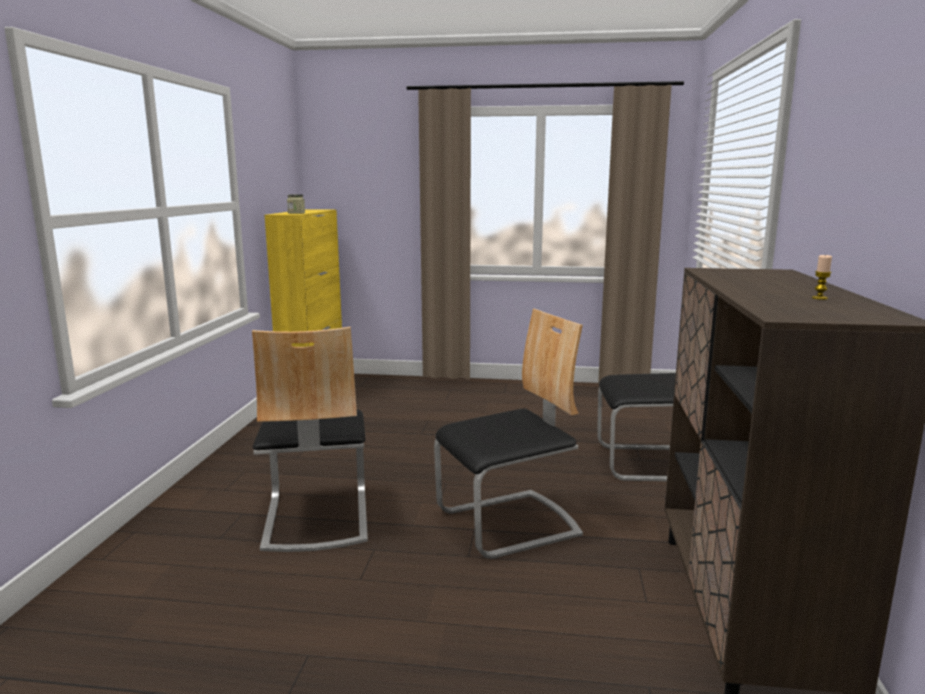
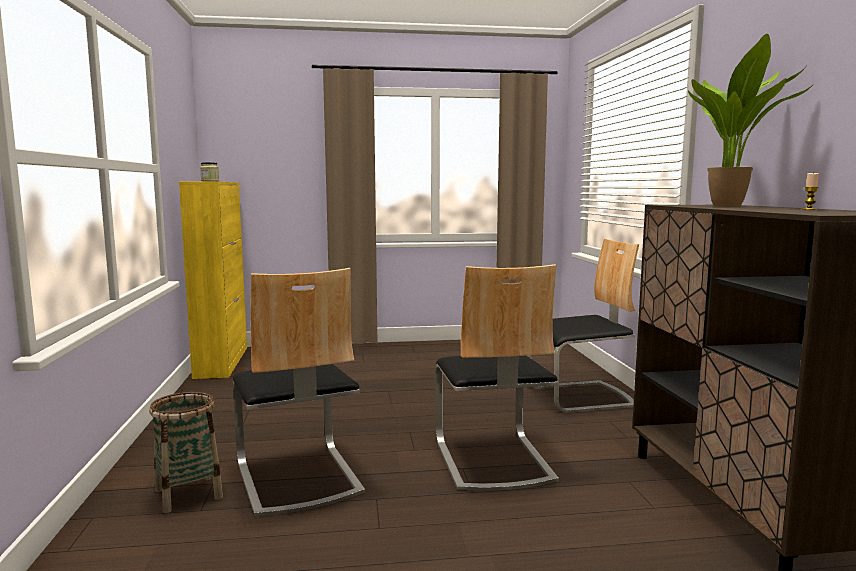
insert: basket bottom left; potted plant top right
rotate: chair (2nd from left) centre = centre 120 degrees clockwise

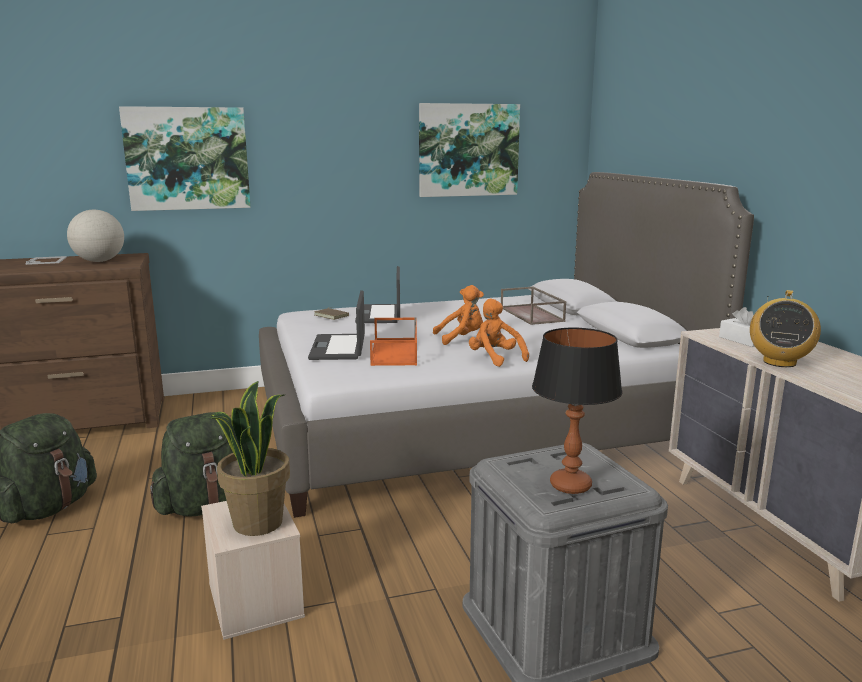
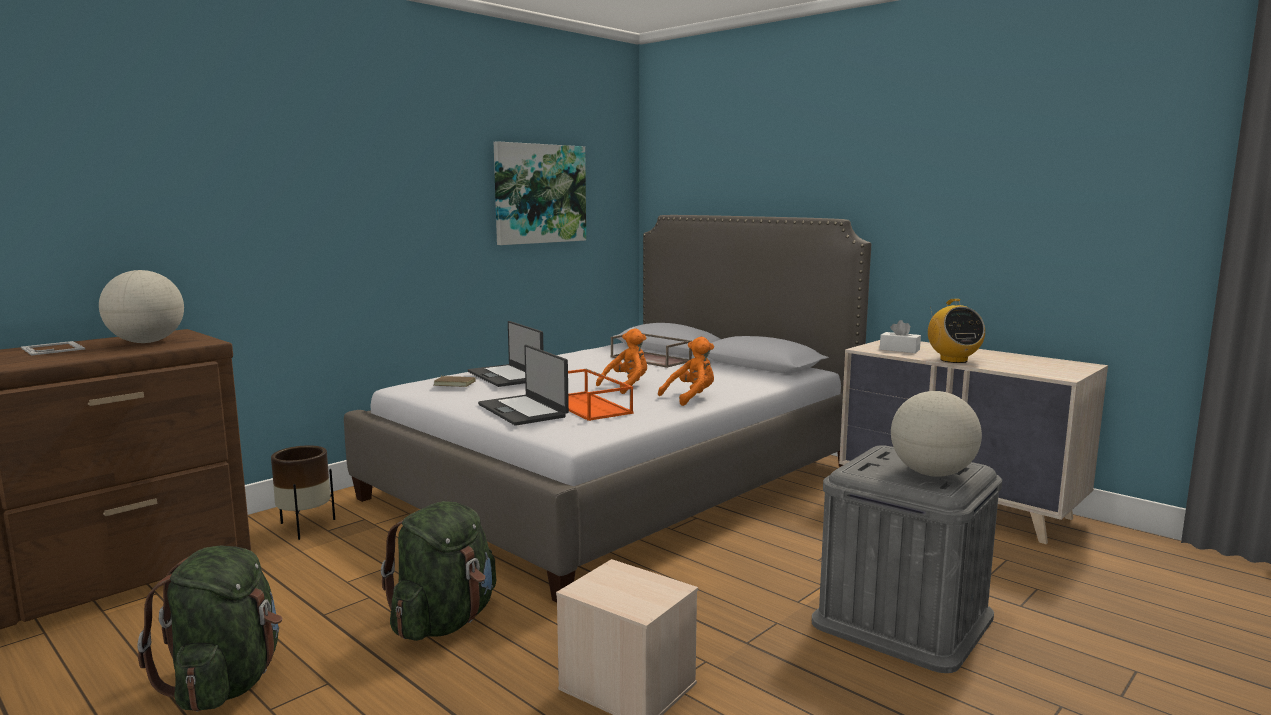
delete: picture (1st from left) top left; potted plant bottom left
insert: planter in brown bottom left
replace: table lamp middle right to globe (2nd from left) middle right
rotate: plush toy in orange (2nd from left) centre = centre 120 degrees clockwise

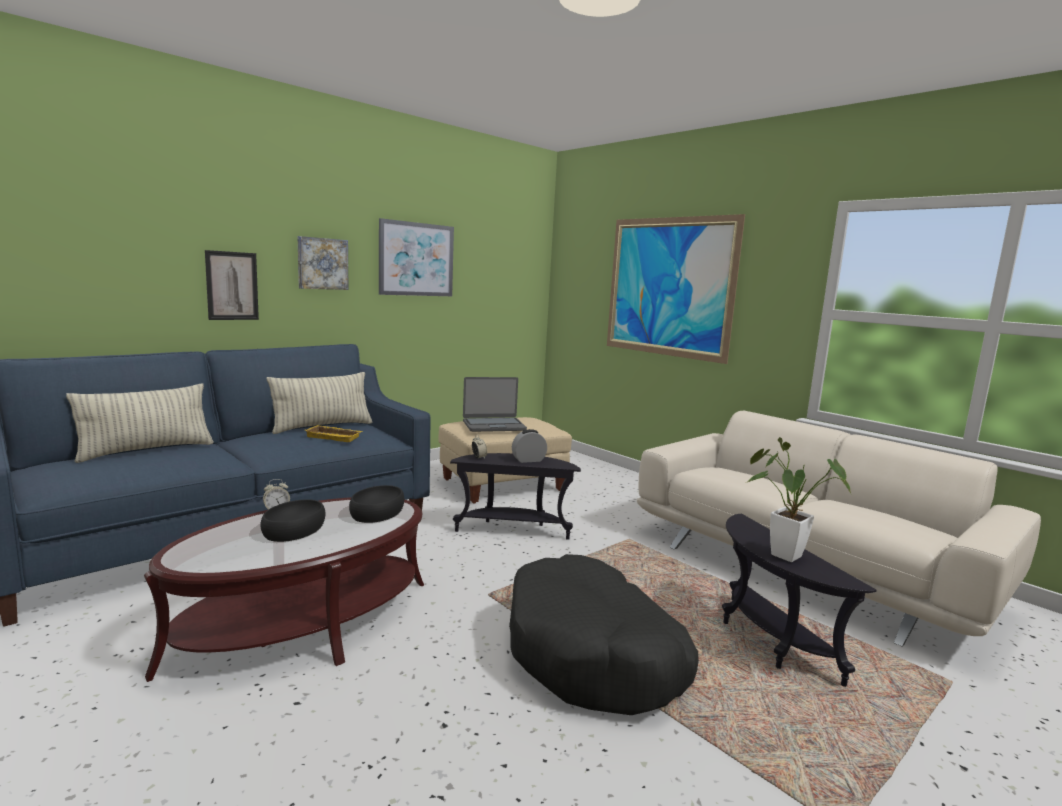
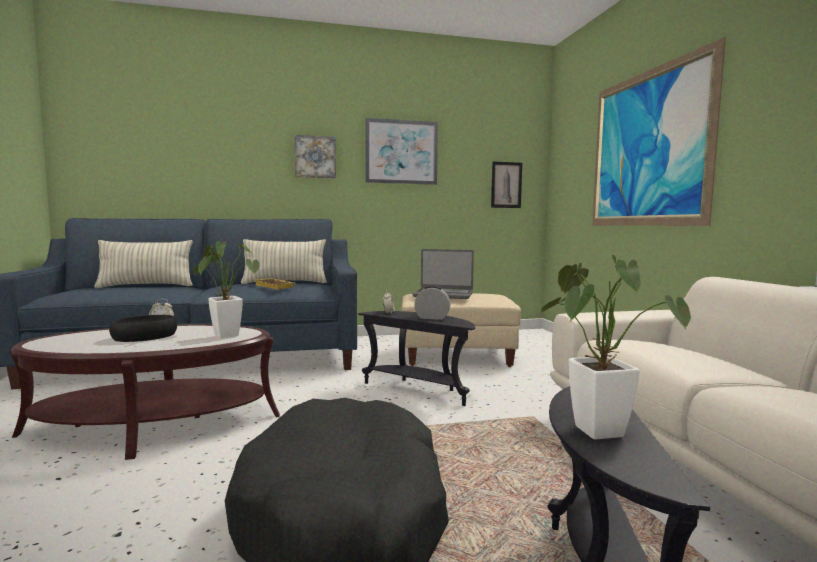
move: picture (1st from left in the first image) middle left to picture (3rd from left) top centre
replace: bowl in black (2nd from left) centre to potted plant (1st from left) middle left

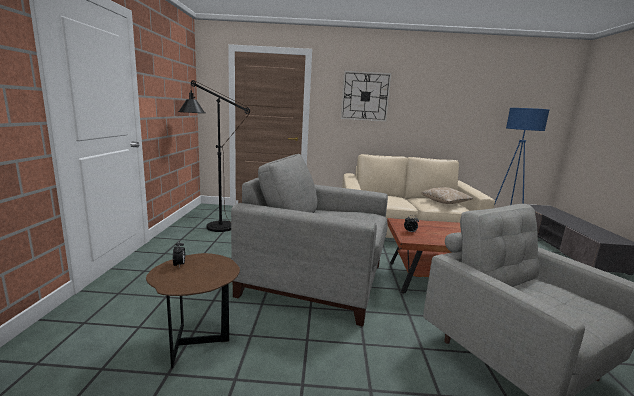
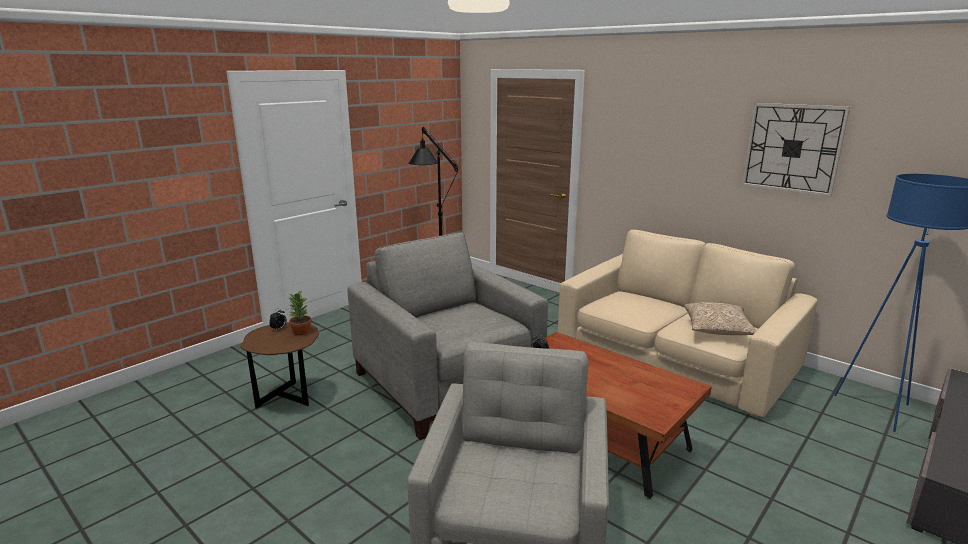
insert: potted plant middle left
move: wall clock top centre to top right

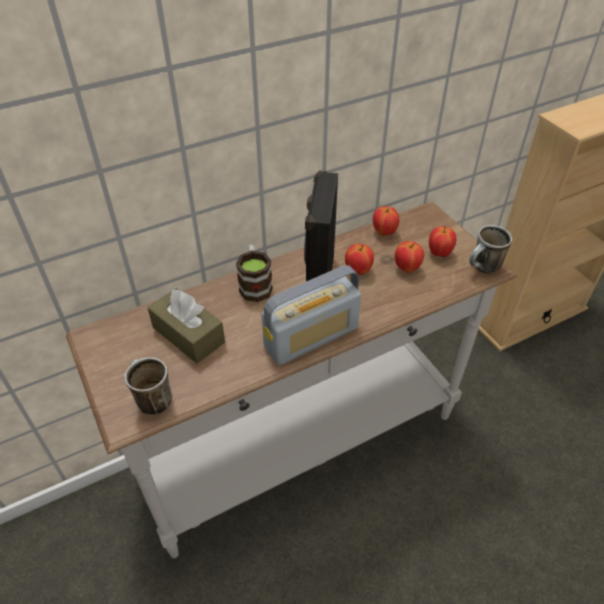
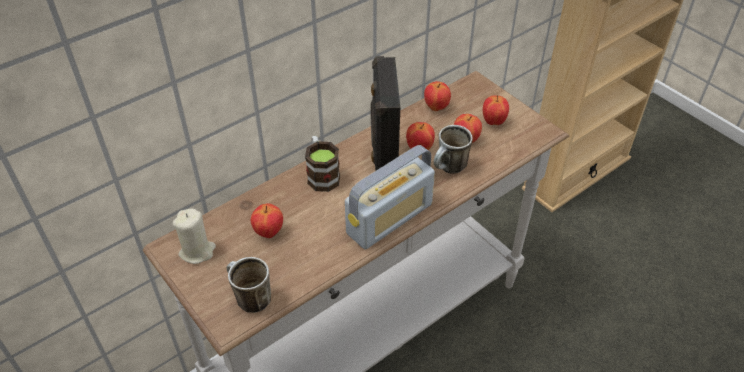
insert: candle in beige middle left
move: mug (3rd from left) middle right to centre
replace: tissue box in brown middle left to apple (1st from left) centre

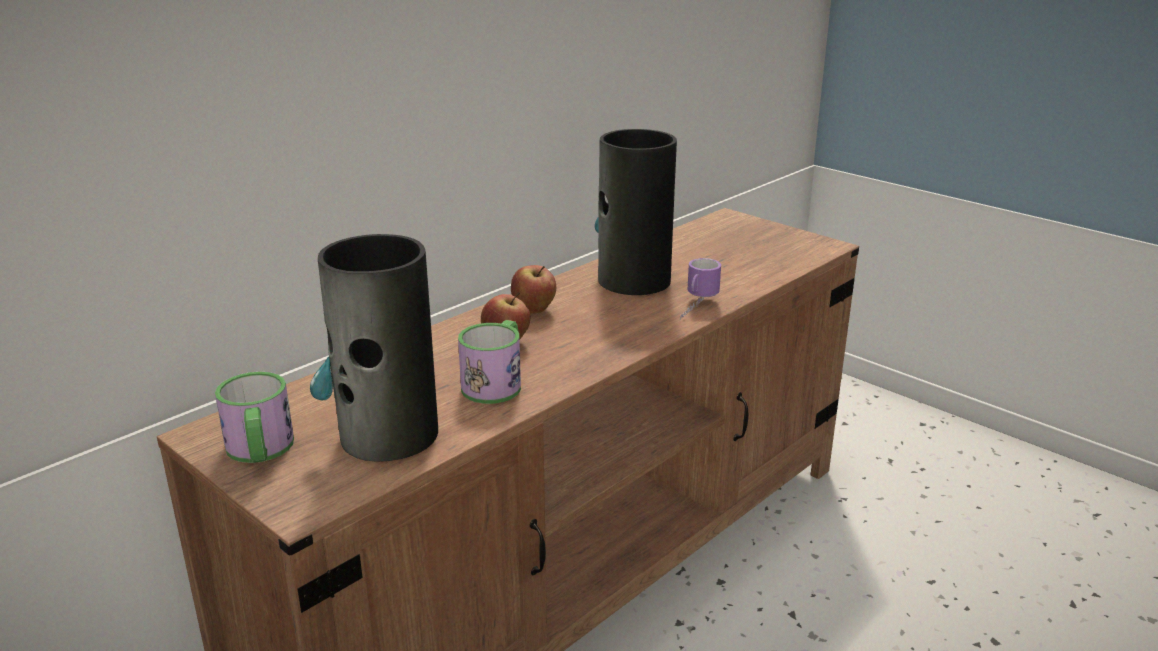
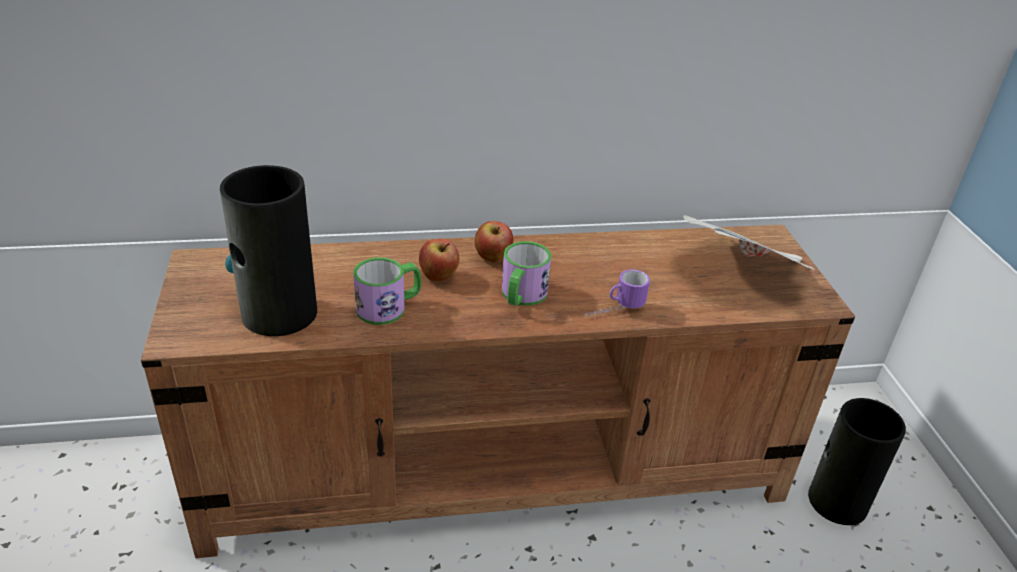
insert: newspaper middle right
move: mug (1st from left in the first image) middle left to mug (2nd from left) centre; vase (2nd from left) top centre to bottom right

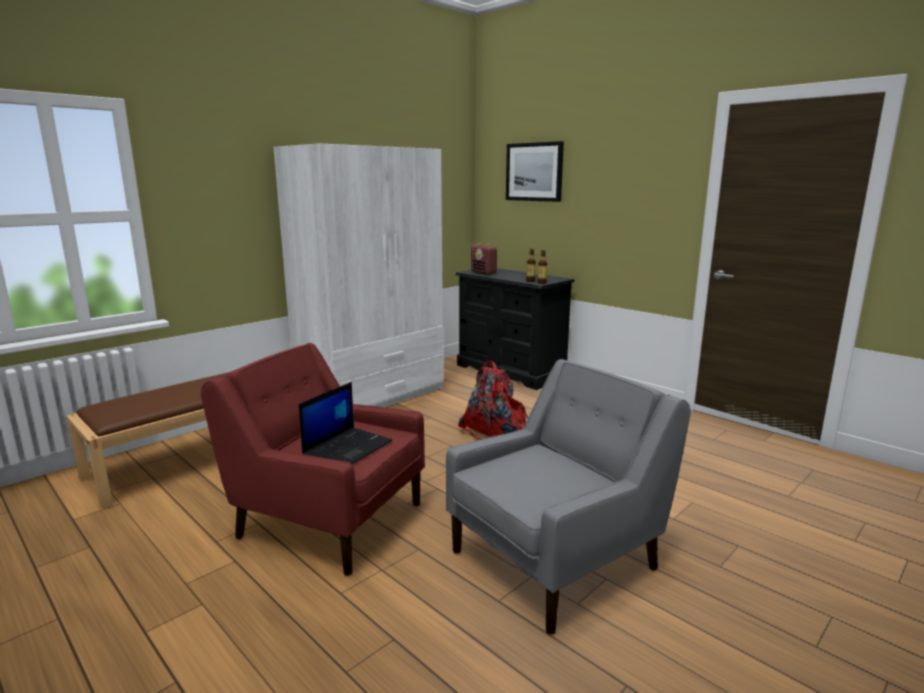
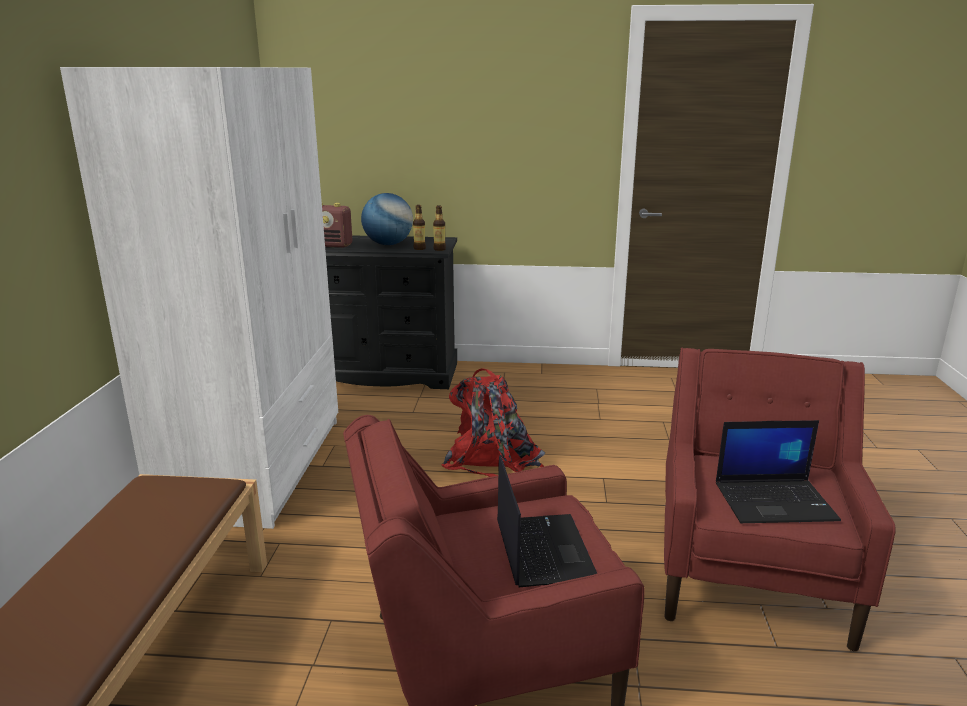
delete: picture top centre
insert: globe top centre; laptop (2nd from left) bottom right
recolor: armchair in grey bottom centre to armchair in red (2nd from left) bottom right

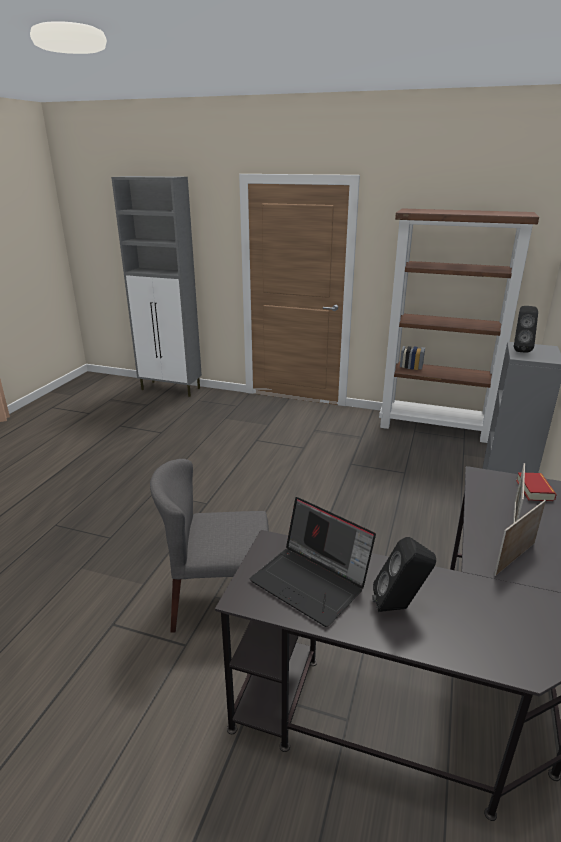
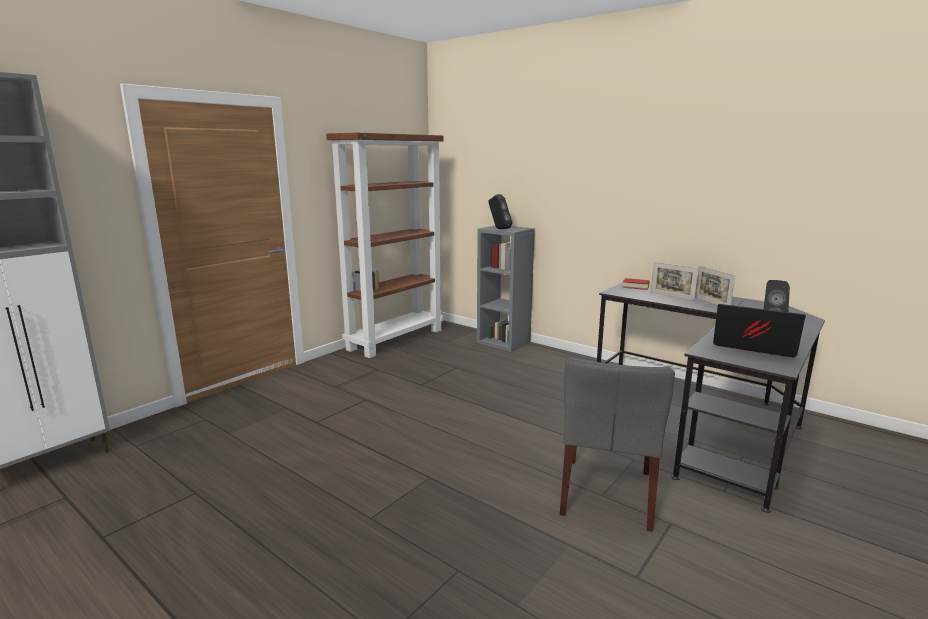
rotate: laptop bottom centre = middle right 120 degrees counterclockwise

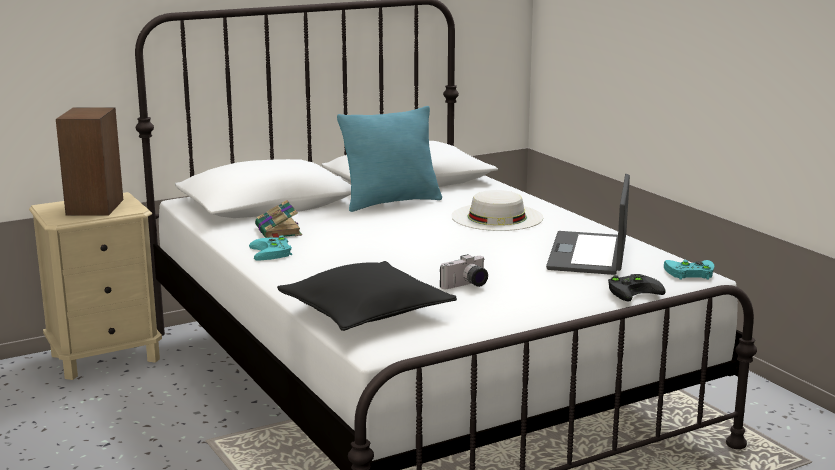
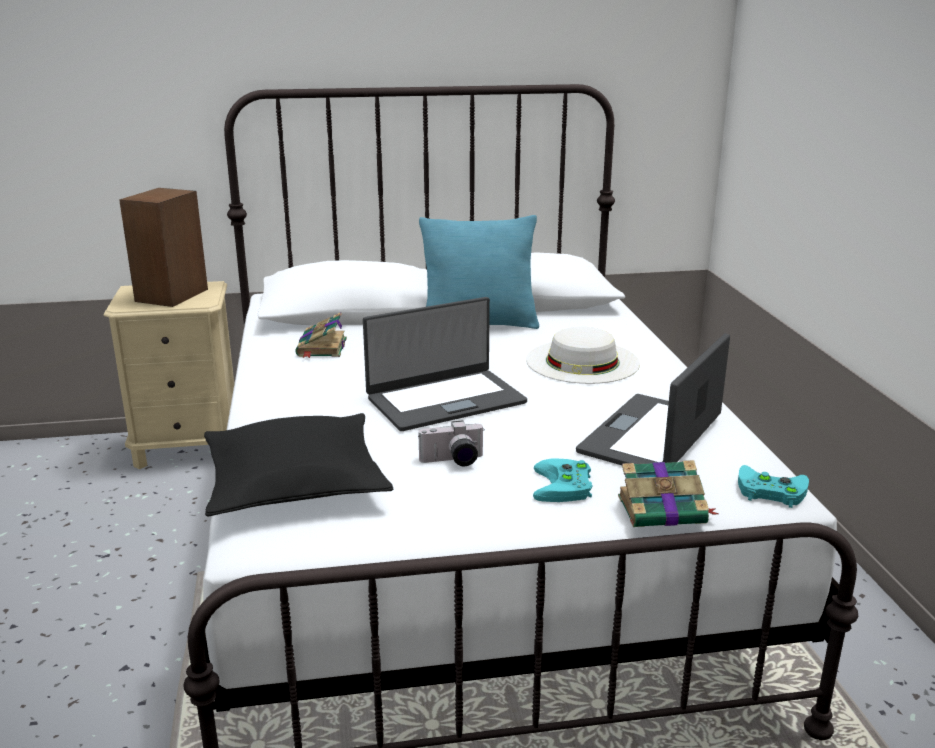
insert: laptop (1st from left) centre
move: game controller in turquoise (1st from left) middle left to centre
replace: game controller in black middle right to book (2nd from left) middle right

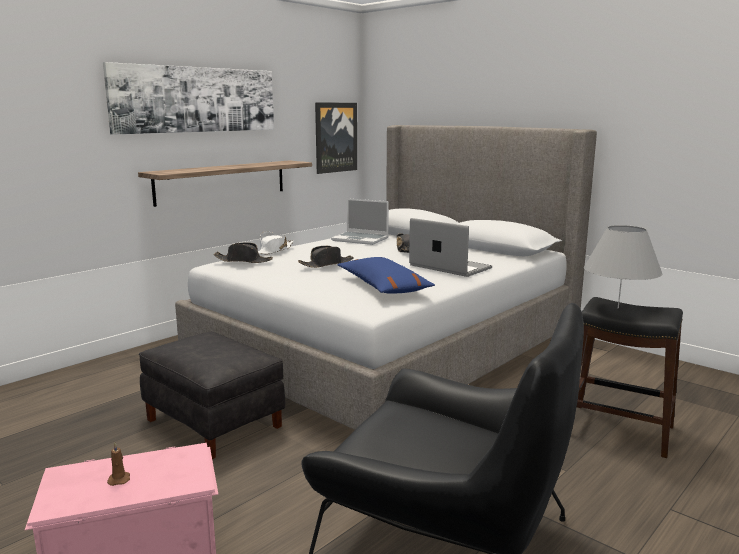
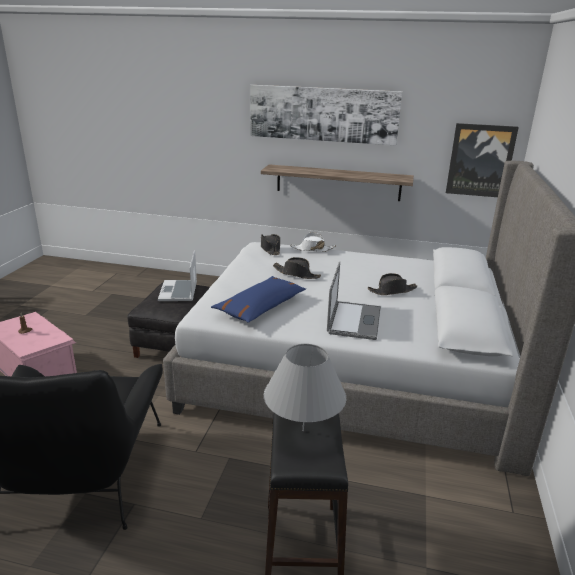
move: laptop (1st from left) centre to middle left

